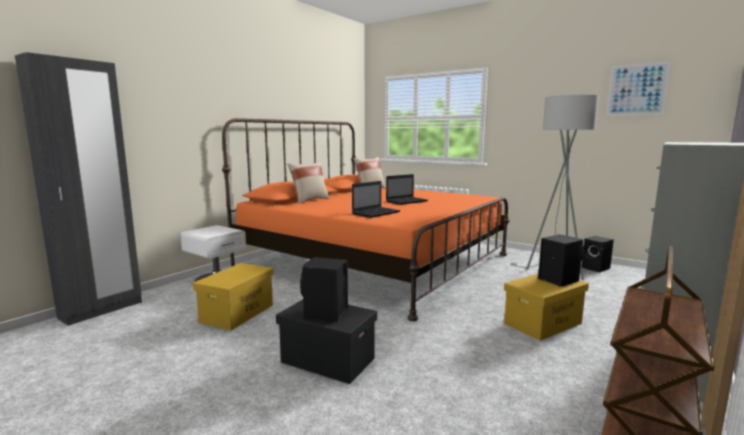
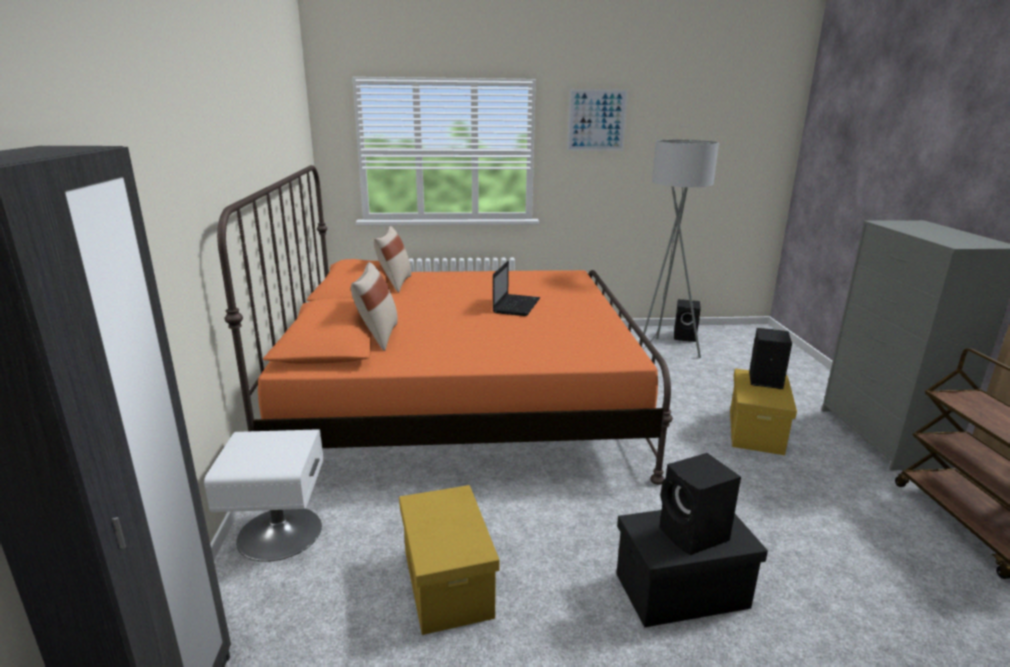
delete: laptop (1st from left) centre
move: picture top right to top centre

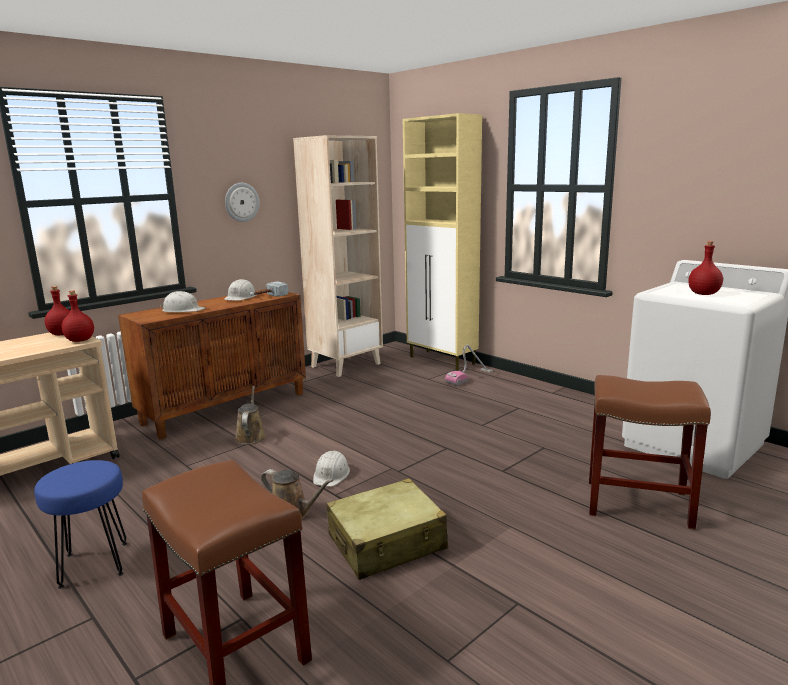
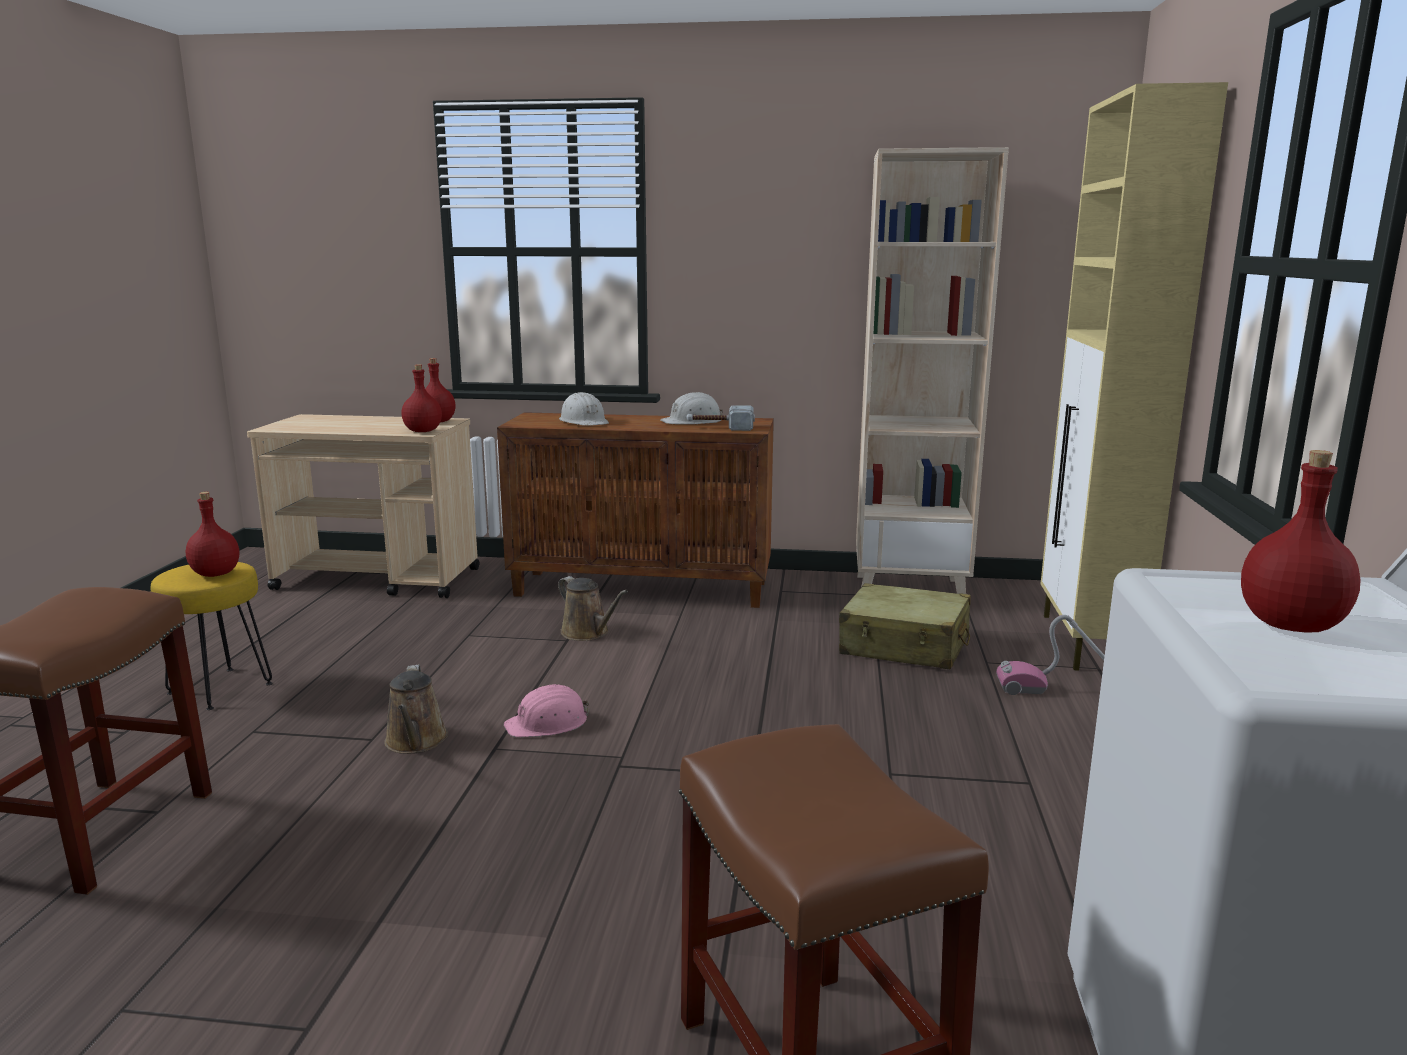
delete: wall clock top left
insert: bottle in red (1st from left) middle left
move: suitcase in beige bottom centre to centre
recolor: stool in blue bottom left to stool in yellow middle left; hard hat in white (3rd from left) bottom centre to hard hat in pink bottom centre
rotate: watering can in brown (1st from left in the first image) middle left = centre 90 degrees clockwise

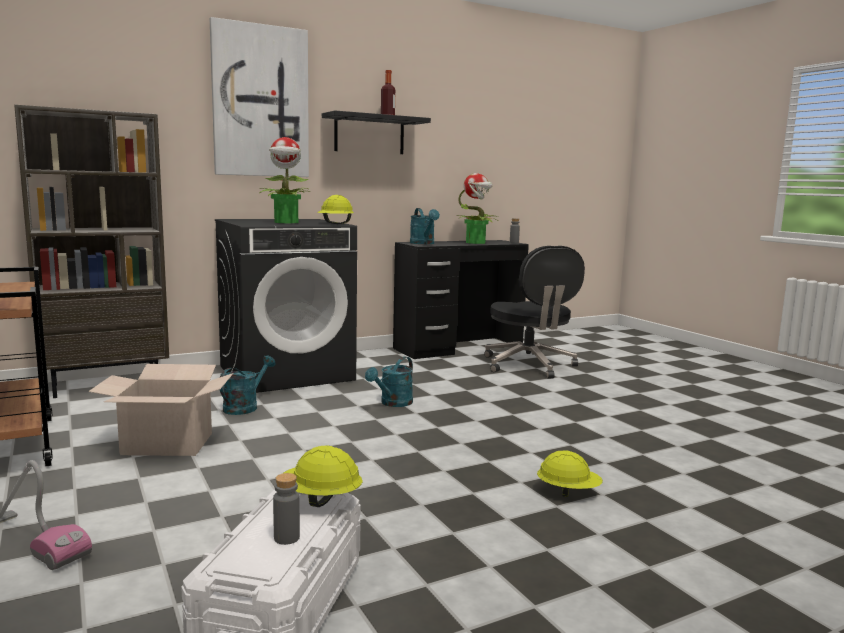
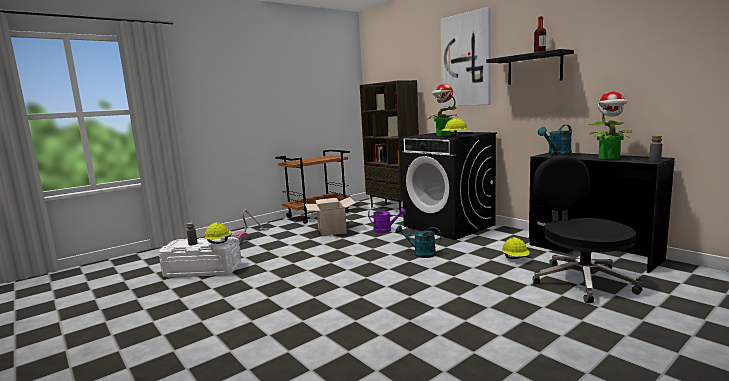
move: hard hat in yellow (3rd from left) bottom right to middle right
recolor: watering can in turquoise (1st from left) middle left to watering can in purple centre
rotate: office chair in black centre = middle right 105 degrees clockwise

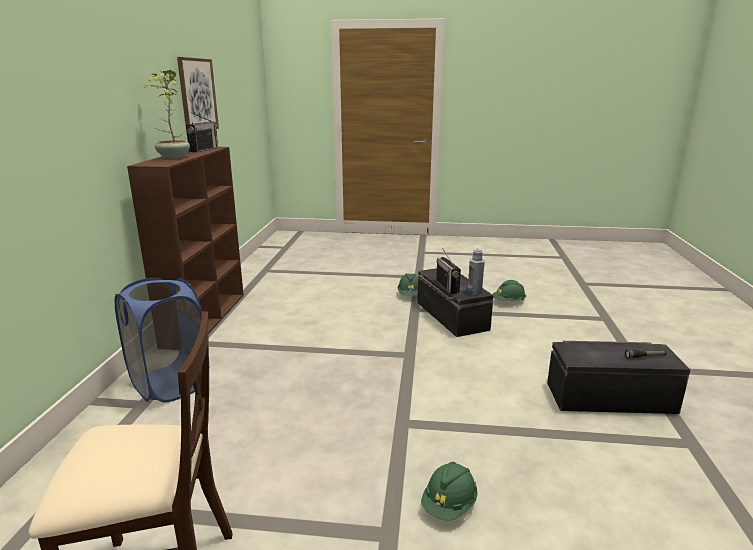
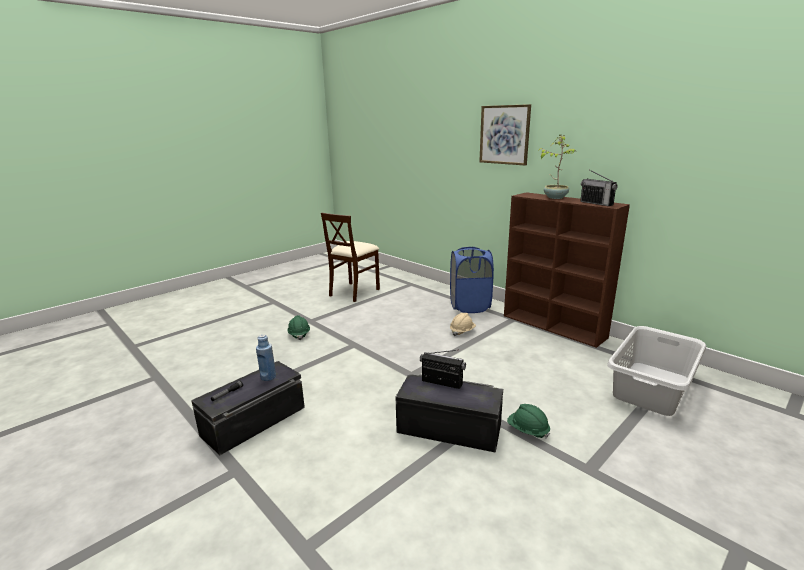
delete: hard hat in green (3rd from left) middle right
insert: hard hat in beige centre; laundry basket in grey middle right
move: bottle in blue centre to middle left; picture top left to top centre

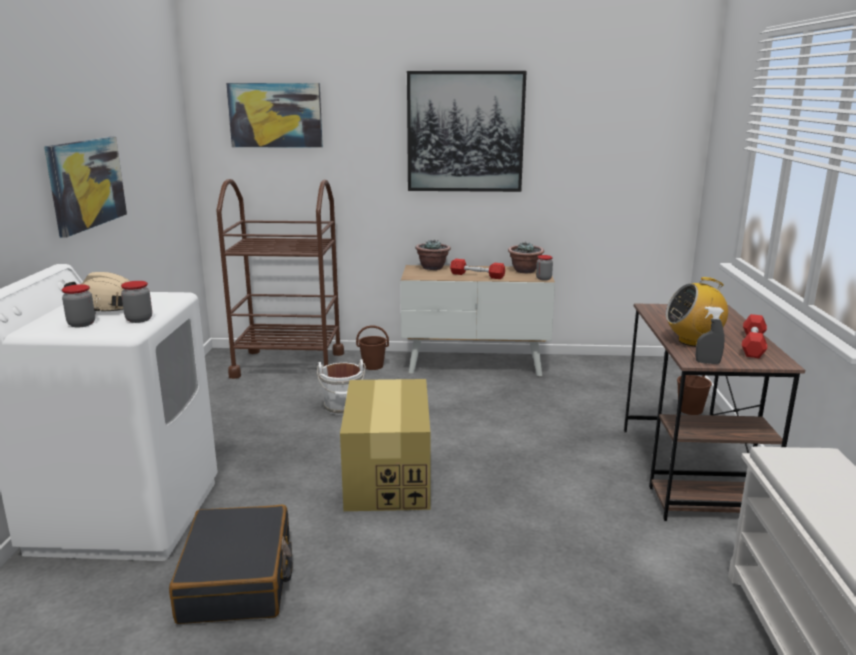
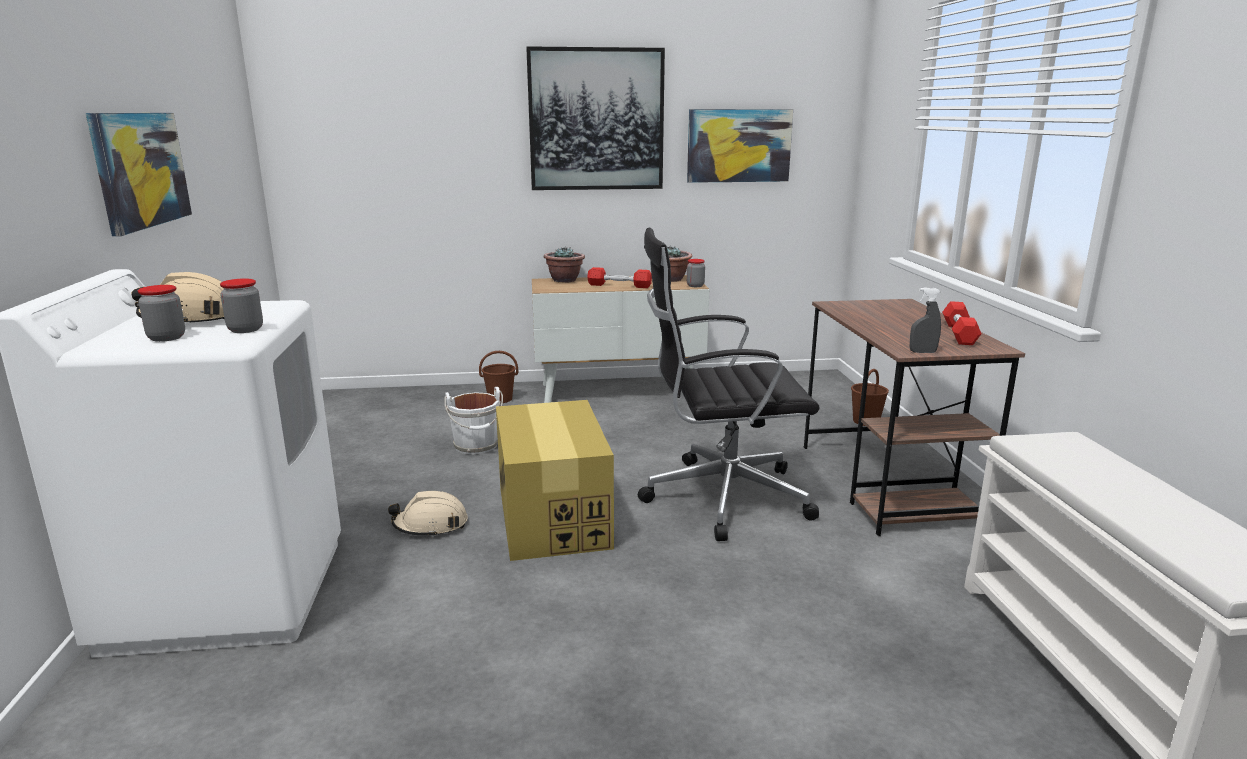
delete: suitcase in black bottom left; cart in brown middle left; radio middle right
insert: hard hat in beige (2nd from left) bottom centre; office chair in black centre
move: picture (2nd from left in the first image) top left to picture (3rd from left) top centre

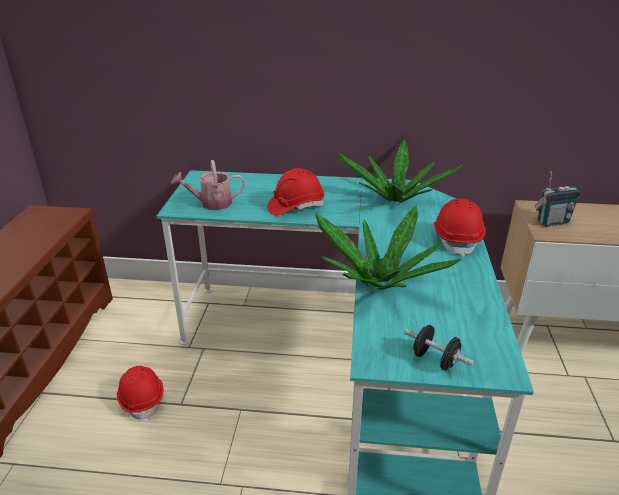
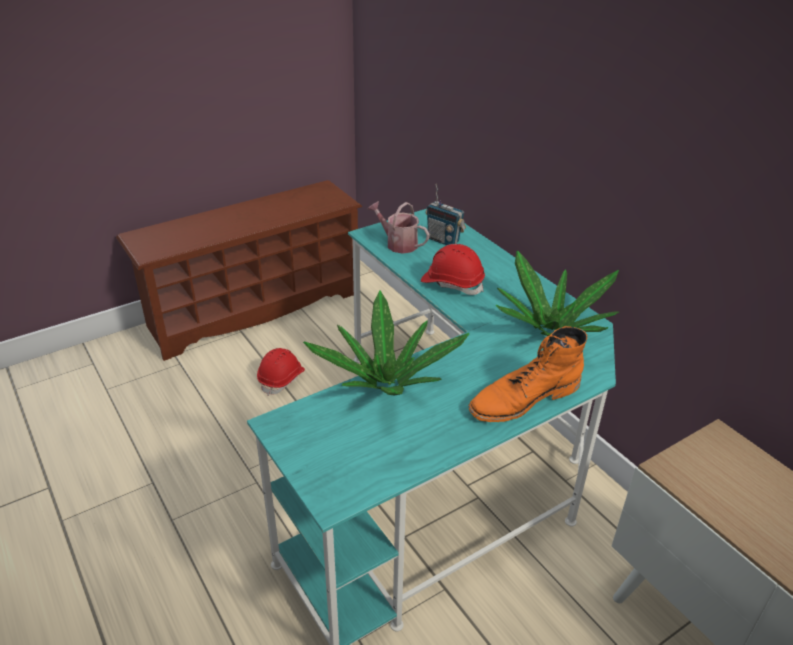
delete: dumbbell in black bottom right
move: radio middle right to top centre
replace: hard hat in red (3rd from left) middle right to boot in orange centre

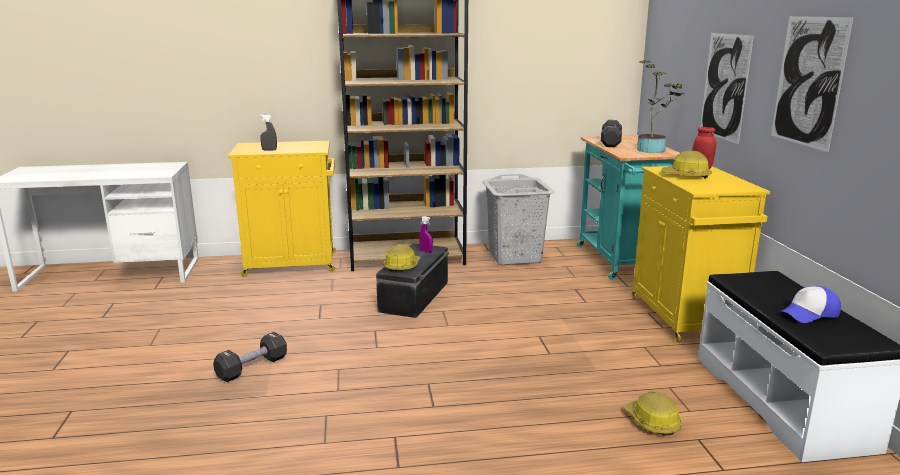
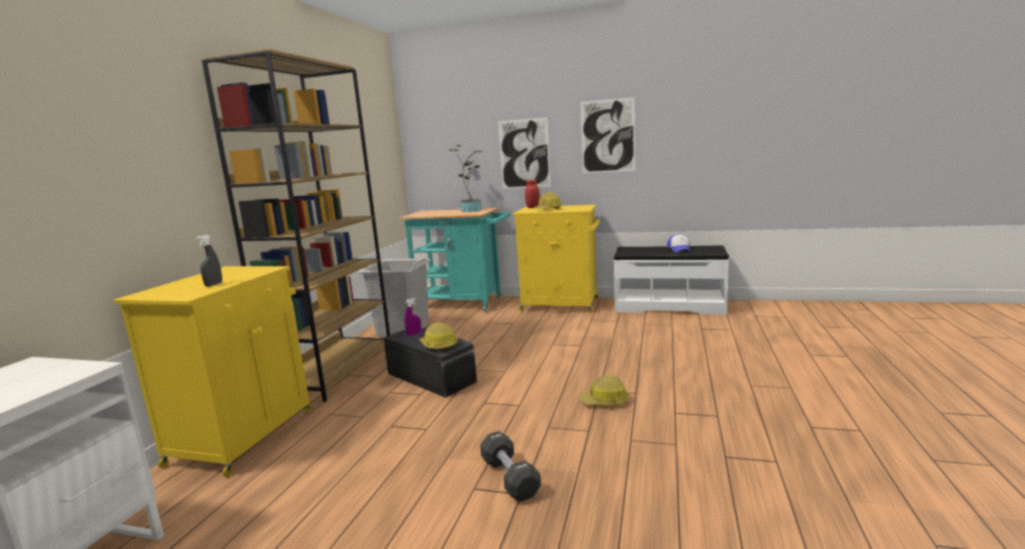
delete: dumbbell in black (2nd from left) top right
move: hard hat (2nd from left in the first image) bottom right to hard hat (3rd from left) bottom centre

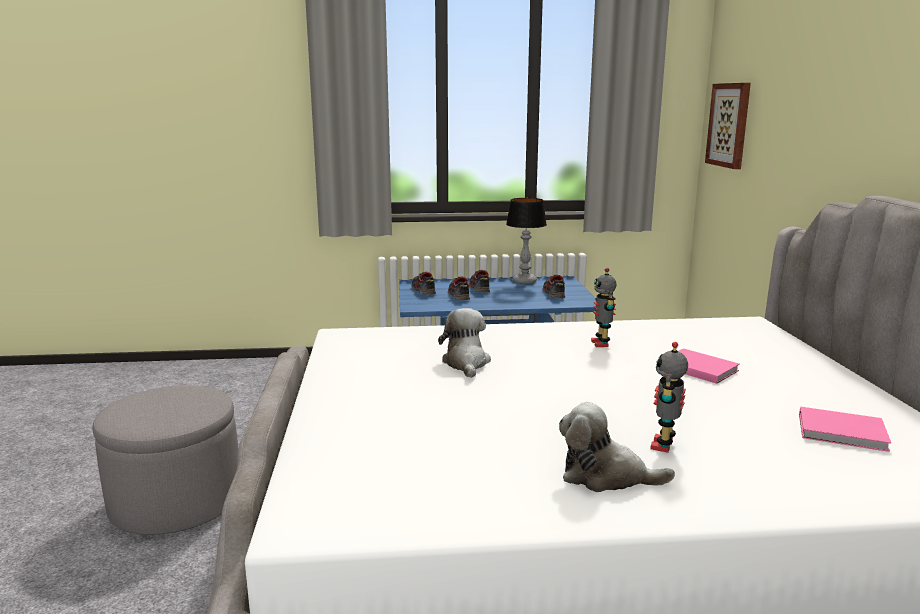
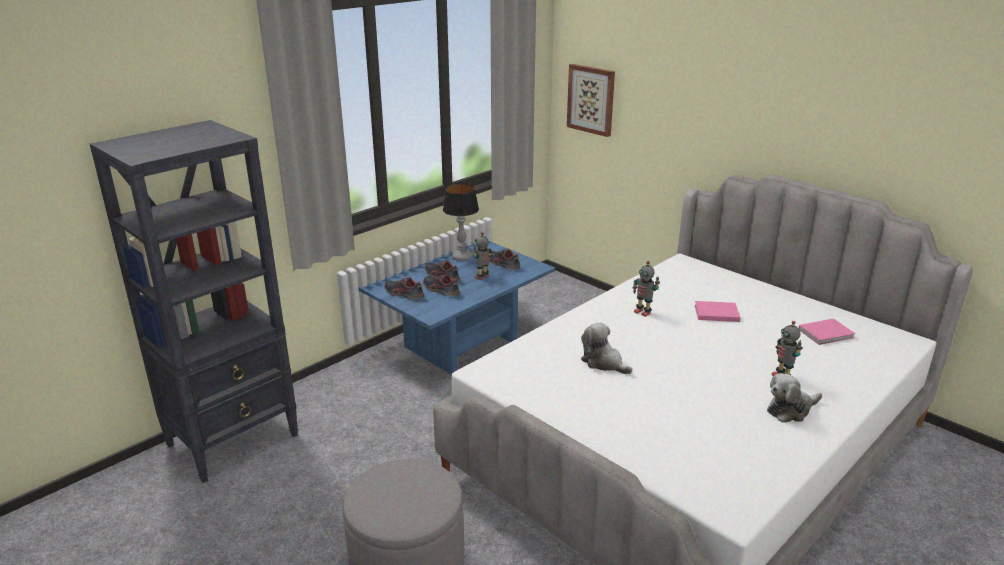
insert: bookcase in black middle left; toy robot (1st from left) centre

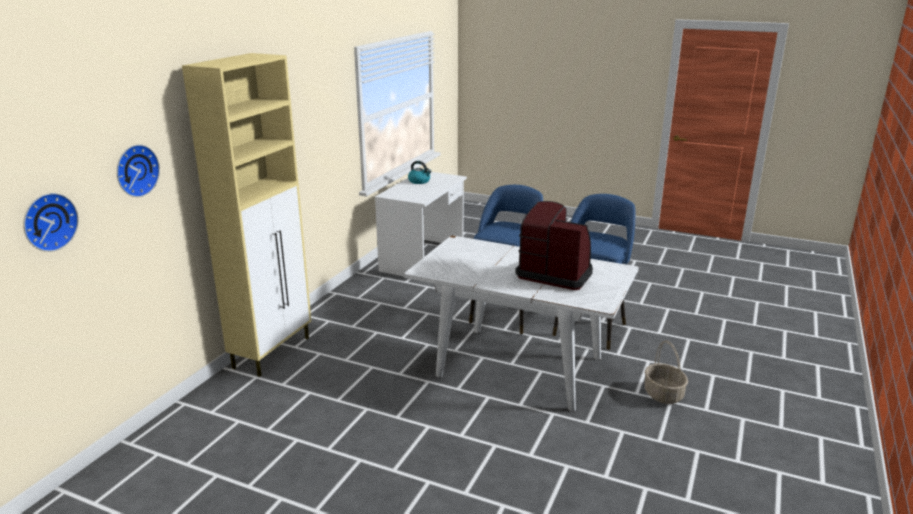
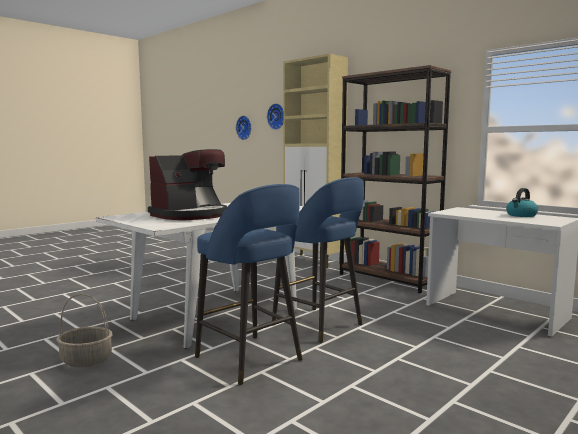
insert: bookcase in brown middle right

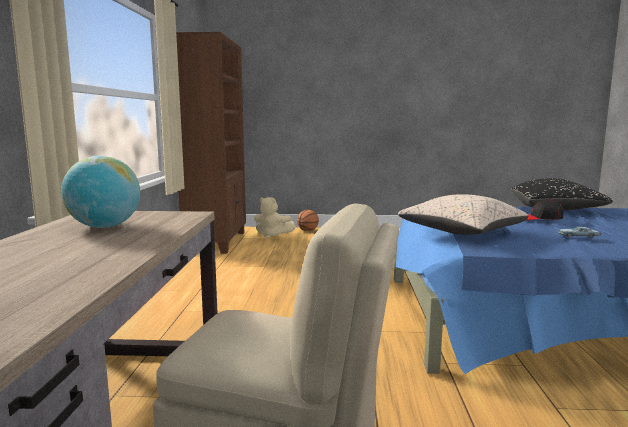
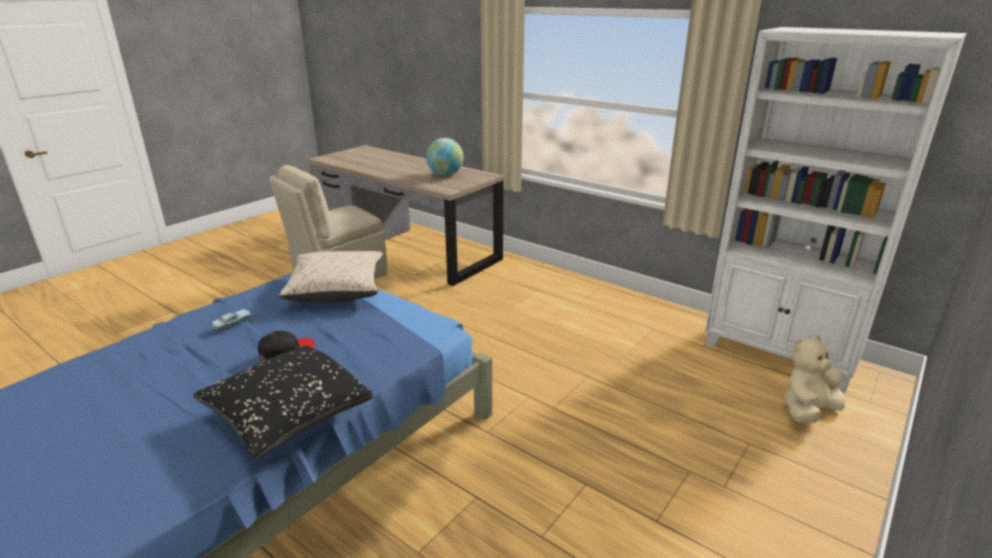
delete: basketball centre
recolor: bookcase in brown centre to bookcase in white middle right

